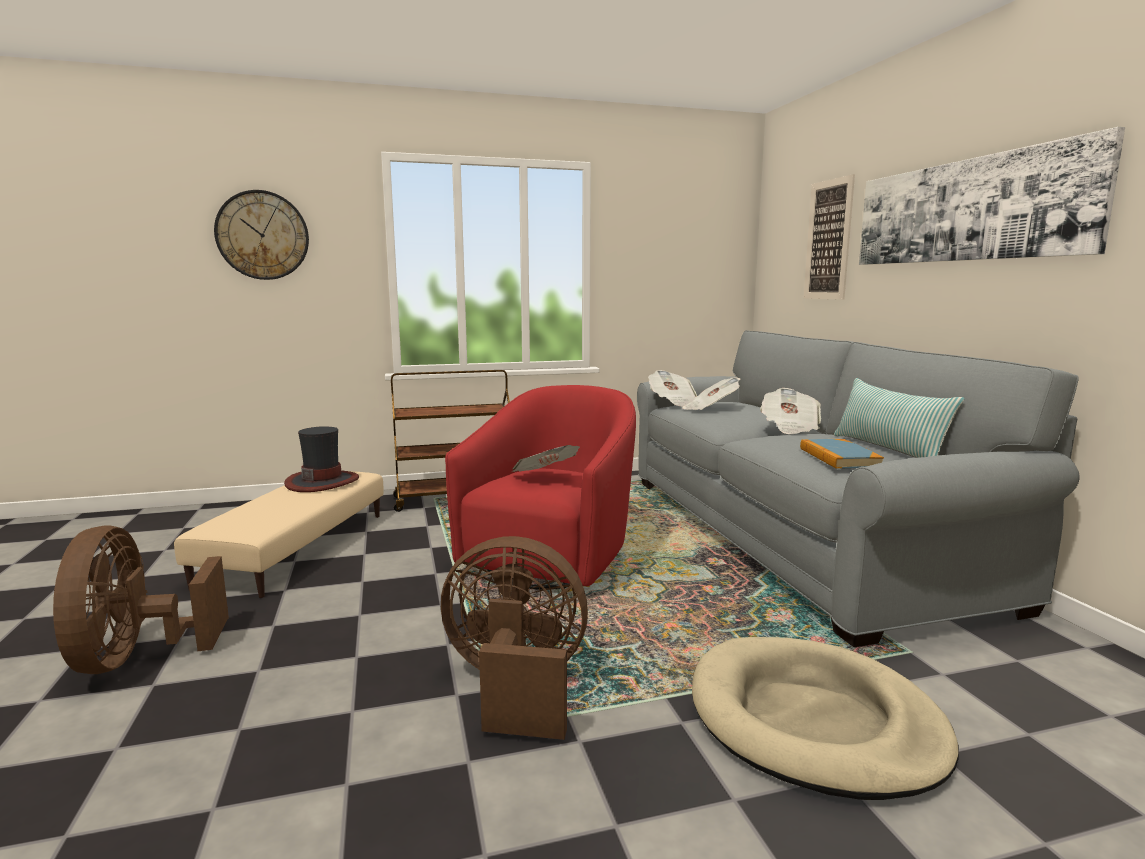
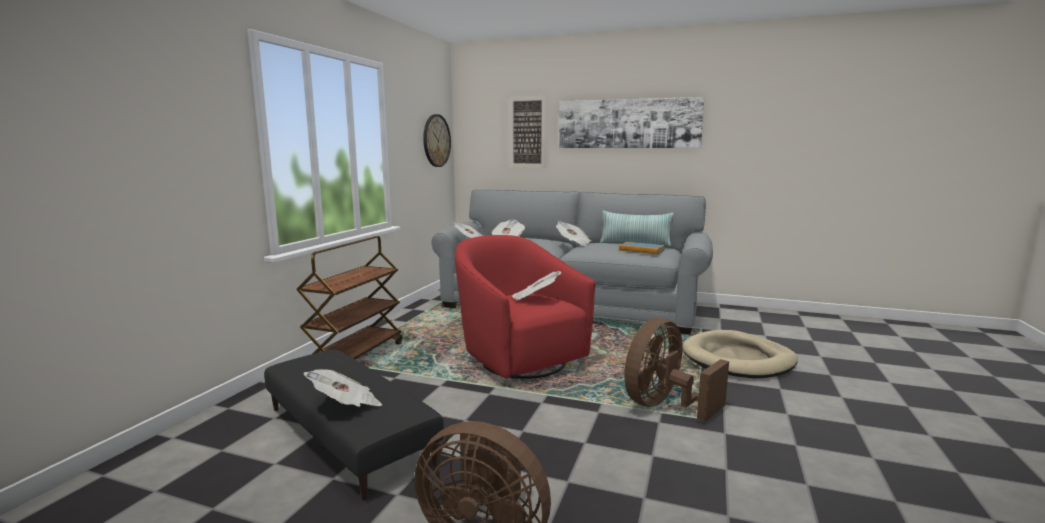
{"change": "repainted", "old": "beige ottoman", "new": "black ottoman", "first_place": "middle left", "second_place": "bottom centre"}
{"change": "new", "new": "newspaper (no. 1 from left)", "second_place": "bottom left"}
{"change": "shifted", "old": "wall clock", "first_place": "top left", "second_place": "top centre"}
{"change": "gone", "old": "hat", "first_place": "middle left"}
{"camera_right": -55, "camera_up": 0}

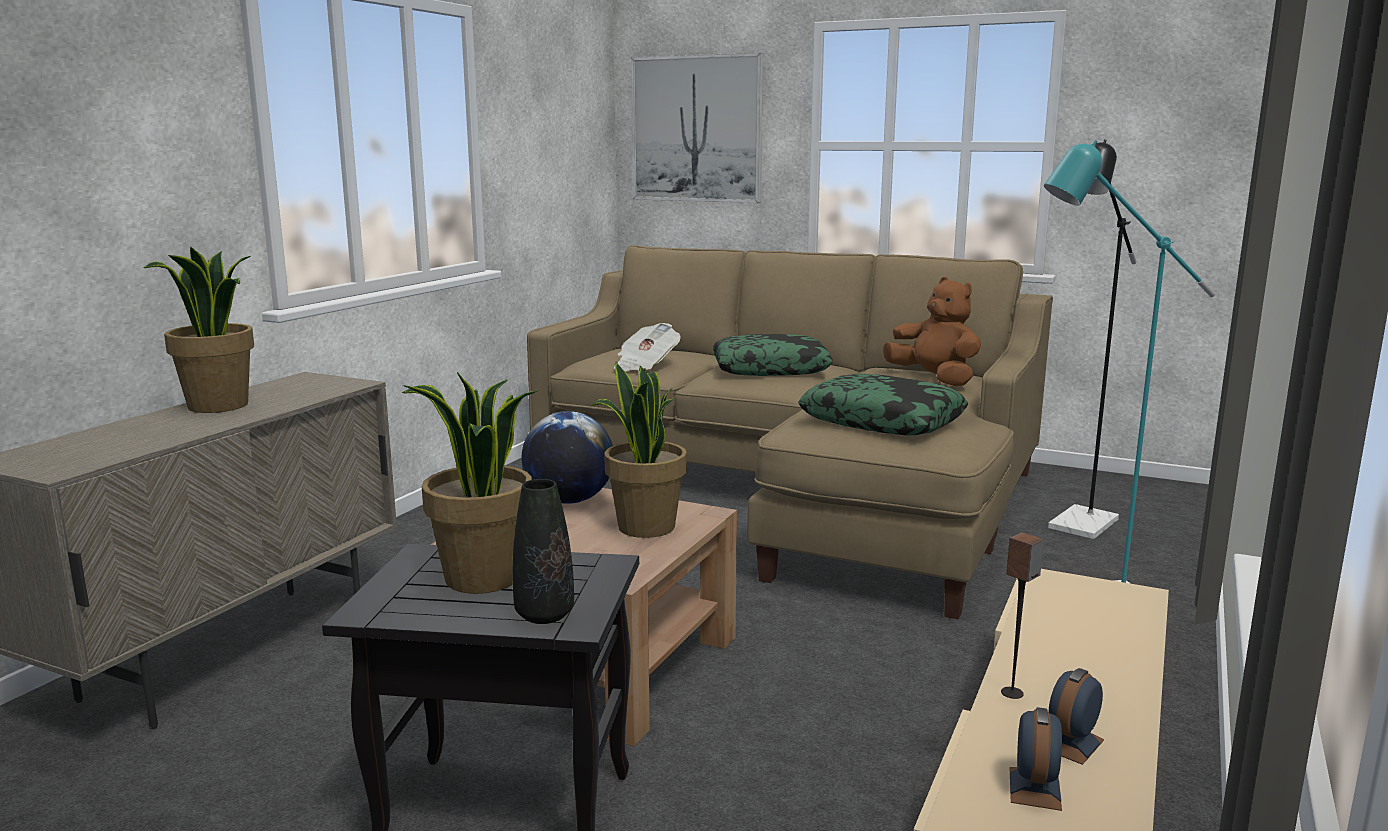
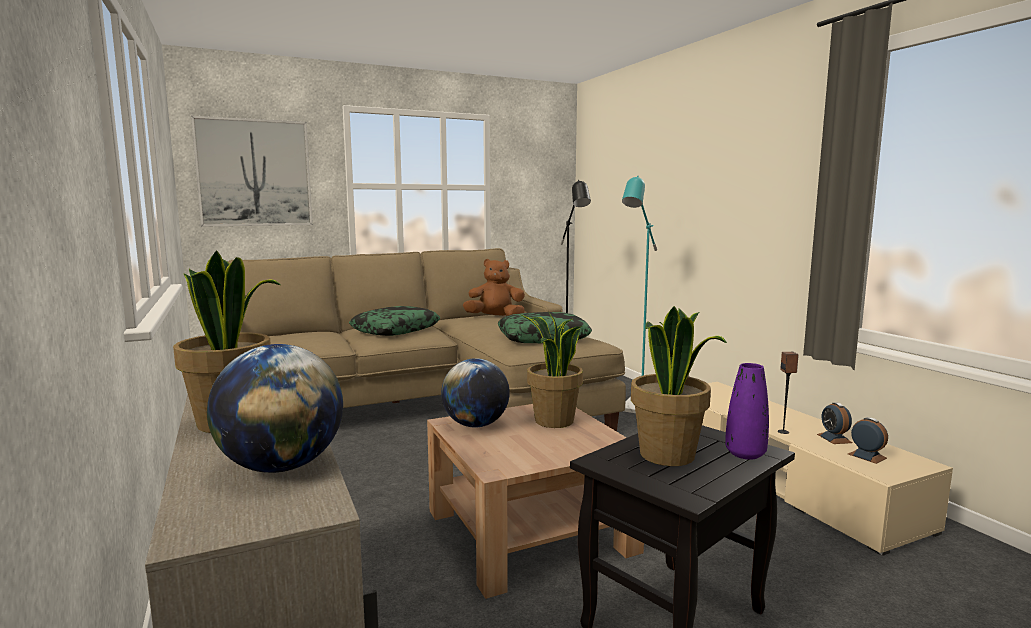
{"change": "new", "new": "globe (no. 1 from left)", "second_place": "middle left"}
{"change": "repainted", "old": "black vase", "new": "purple vase", "first_place": "centre", "second_place": "middle right"}
{"change": "gone", "old": "newspaper", "first_place": "centre"}
{"camera_right": -50, "camera_up": -5}

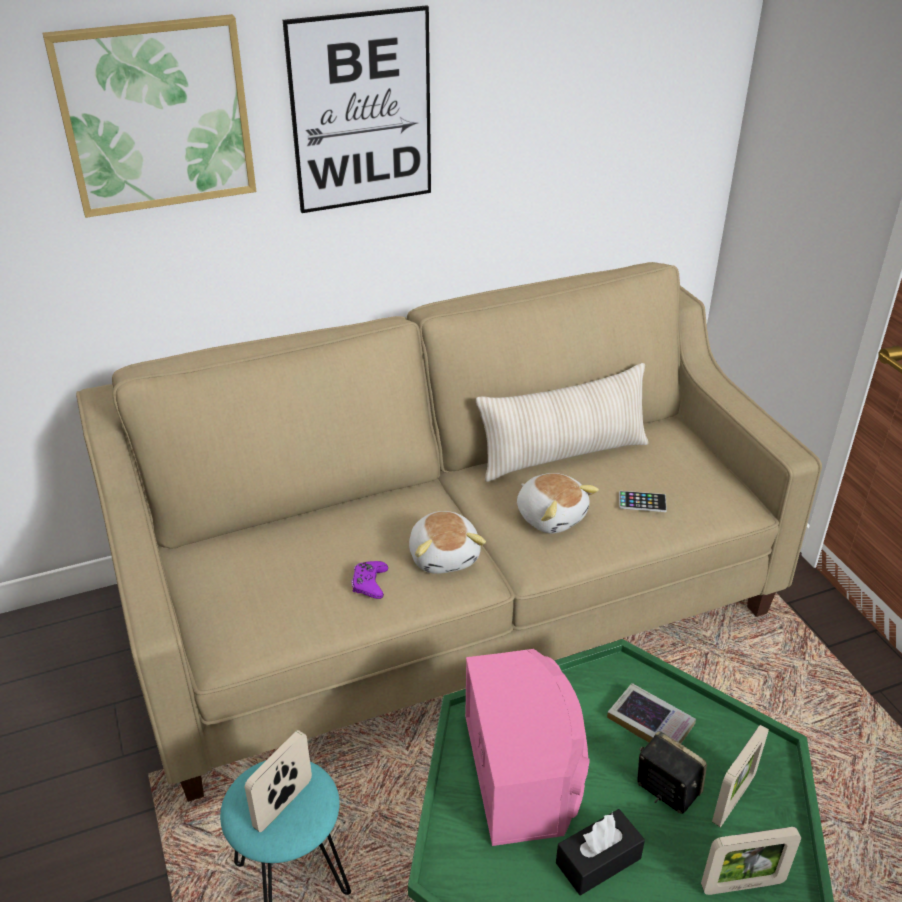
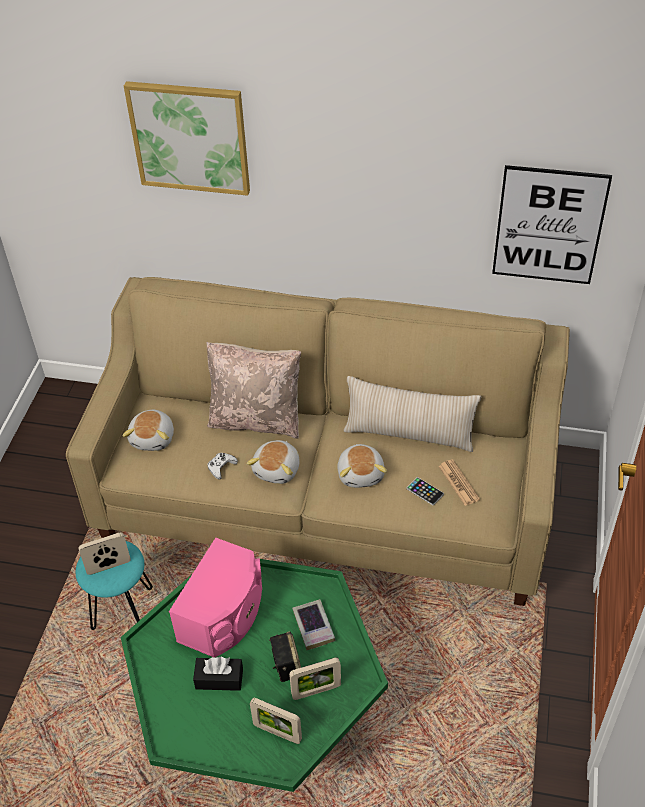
{"change": "new", "new": "plush toy (no. 1 from left)", "second_place": "middle left"}
{"change": "new", "new": "beige pillow (no. 1 from left)", "second_place": "centre"}
{"change": "repainted", "old": "purple game controller", "new": "white game controller", "first_place": "centre", "second_place": "centre"}
{"change": "new", "new": "newspaper", "second_place": "middle right"}
{"change": "shifted", "old": "picture (no. 2 from left)", "first_place": "top centre", "second_place": "top right"}
{"camera_right": 35, "camera_up": 10}

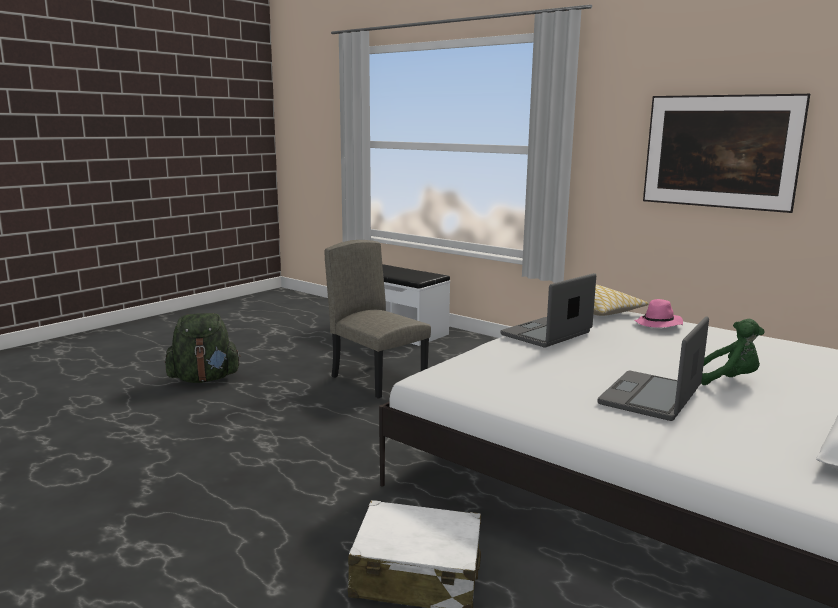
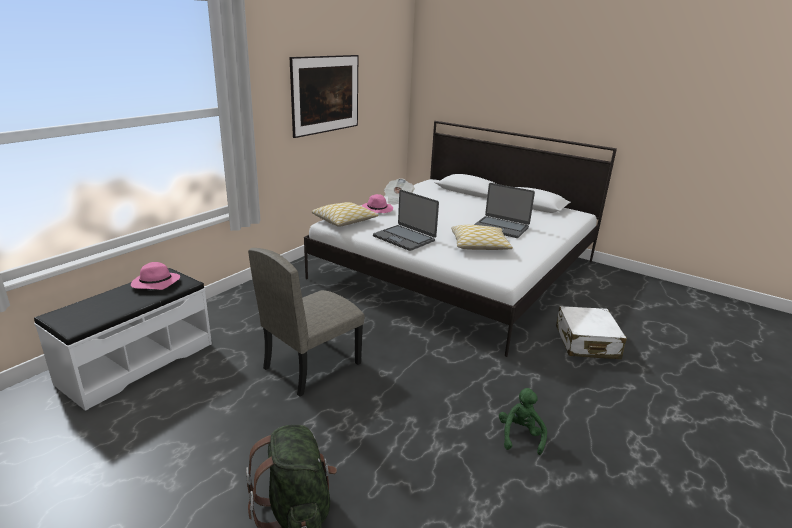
{"change": "new", "new": "pink hat (no. 1 from left)", "second_place": "middle left"}
{"change": "new", "new": "newspaper", "second_place": "centre"}
{"change": "new", "new": "pillow (no. 2 from left)", "second_place": "centre"}
{"change": "shifted", "old": "green plush toy", "first_place": "middle right", "second_place": "bottom centre"}
{"camera_right": -95, "camera_up": 10}

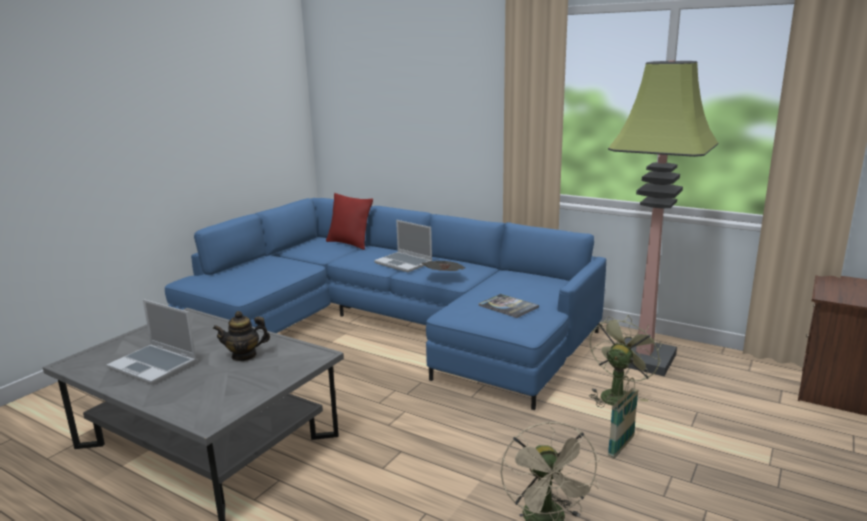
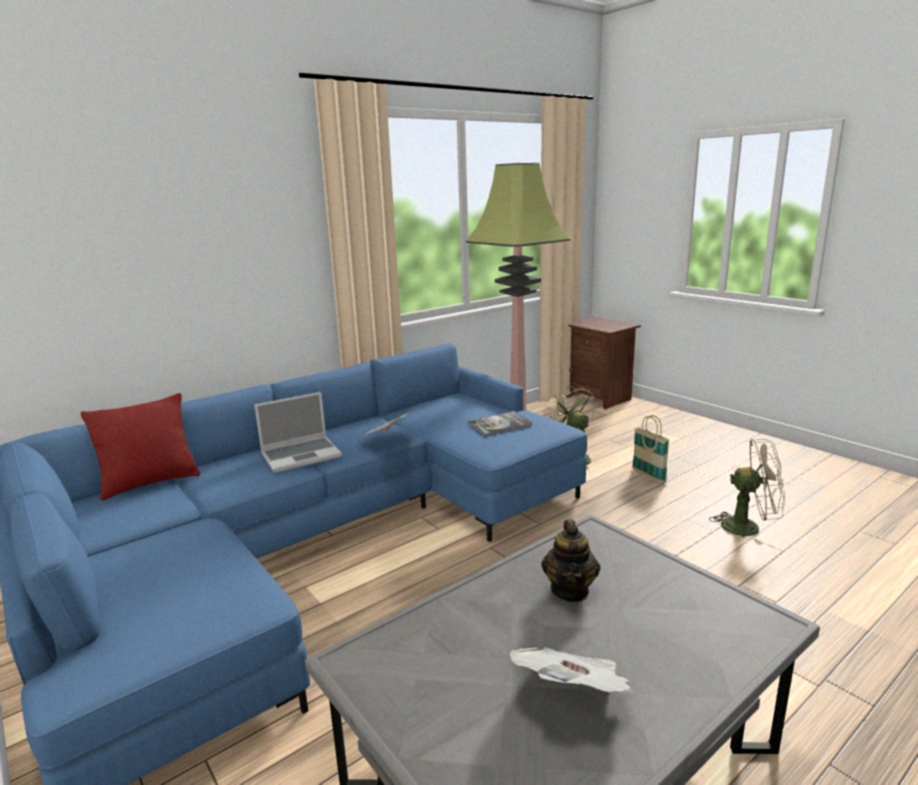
{"change": "swapped", "old": "laptop (no. 1 from left)", "new": "newspaper (no. 2 from left)", "first_place": "middle left", "second_place": "bottom centre"}
{"camera_right": -70, "camera_up": 0}

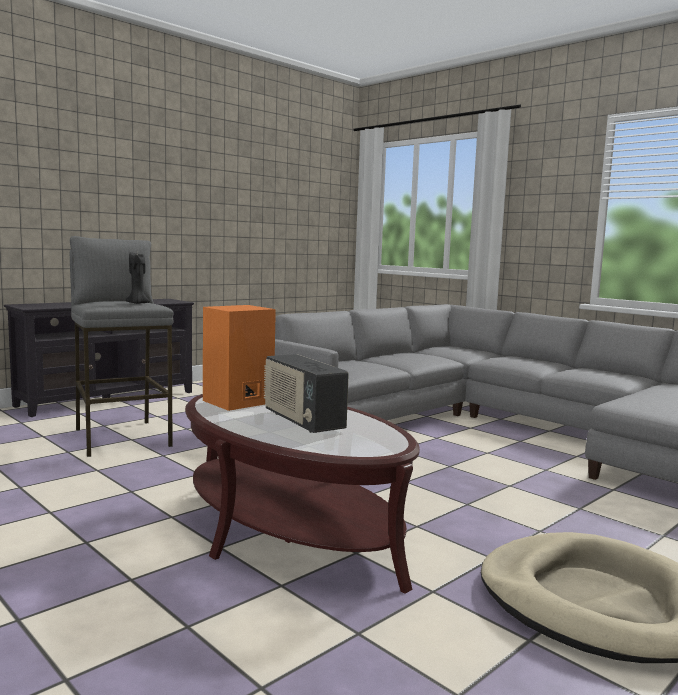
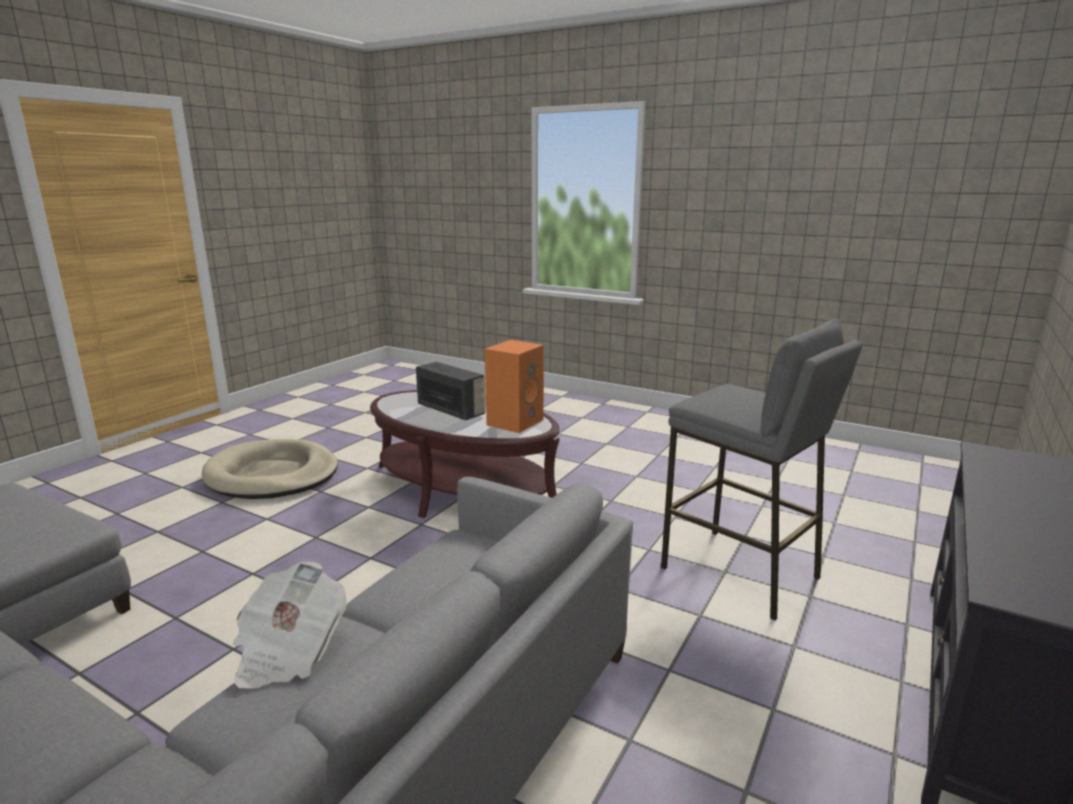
{"change": "new", "new": "newspaper", "second_place": "bottom left"}
{"change": "gone", "old": "black candle", "first_place": "middle left"}
{"camera_right": 165, "camera_up": 10}

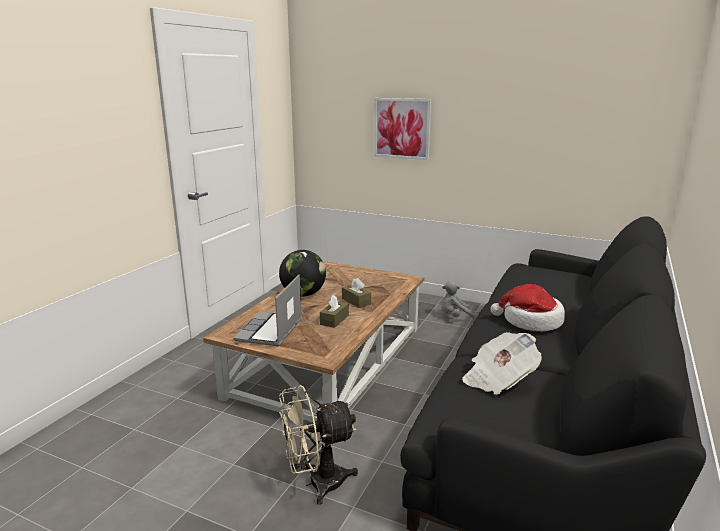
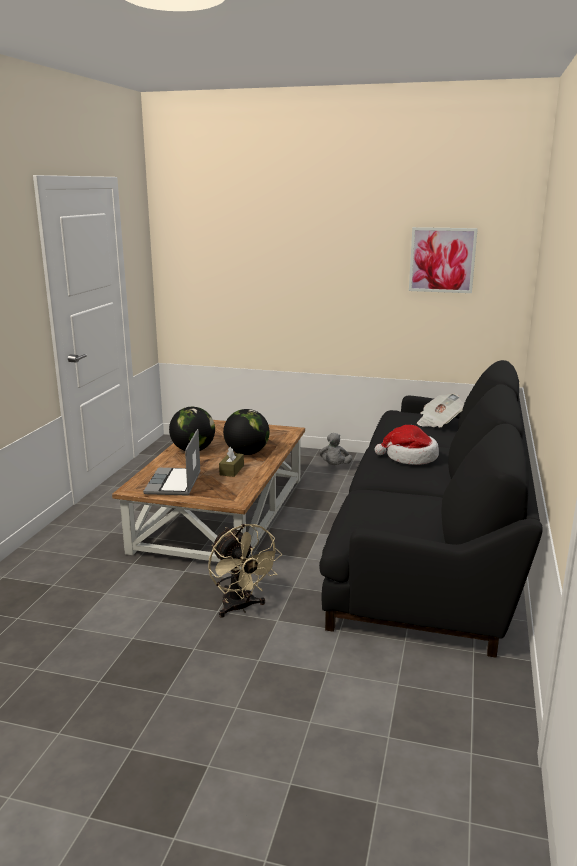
{"change": "rotated", "old": "beige fan", "first_place": "bottom centre", "second_place": "centre", "degrees": -90}
{"change": "swapped", "old": "brown tissue box (no. 2 from left)", "new": "globe (no. 2 from left)", "first_place": "centre", "second_place": "centre"}
{"change": "rotated", "old": "grey plush toy", "first_place": "centre", "second_place": "centre", "degrees": -60}
{"change": "shifted", "old": "picture", "first_place": "top centre", "second_place": "top right"}
{"change": "shifted", "old": "newspaper", "first_place": "bottom right", "second_place": "middle right"}
{"camera_right": -10, "camera_up": 0}

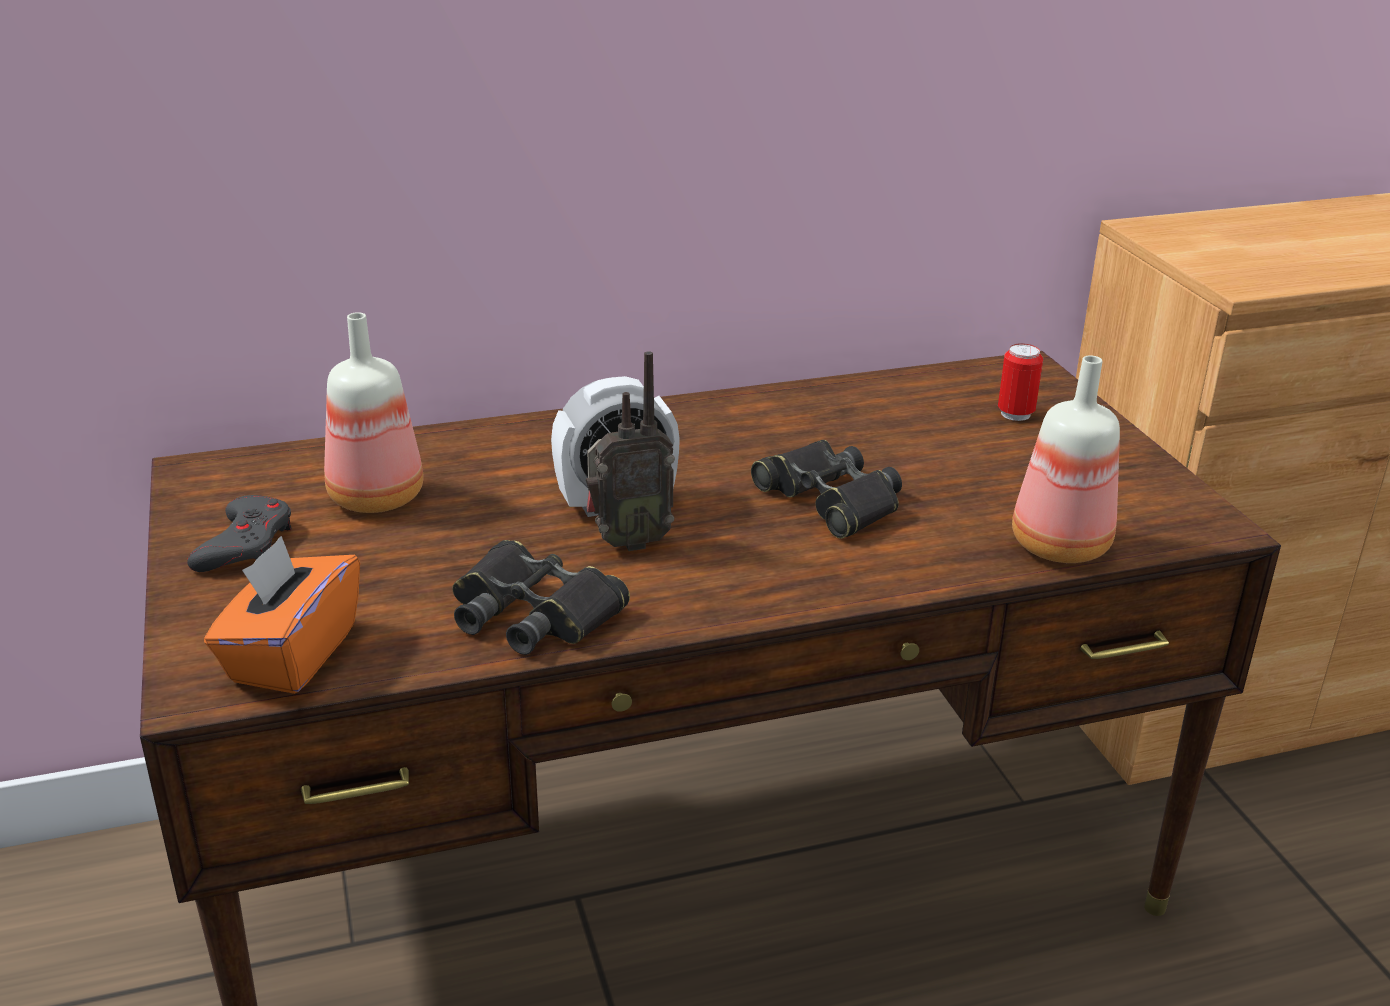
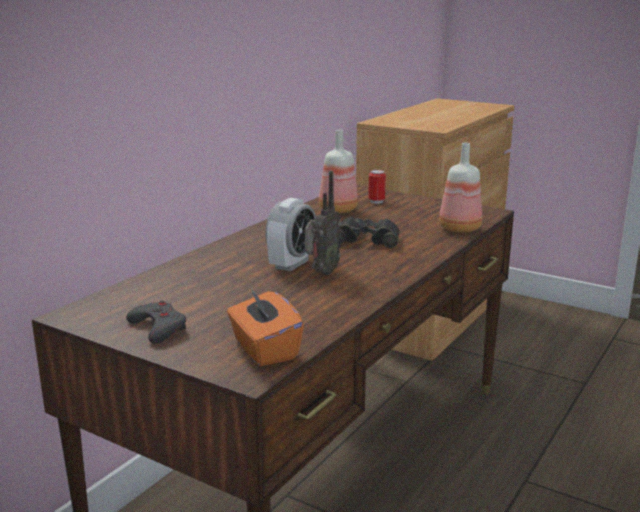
{"change": "shifted", "old": "bottle (no. 1 from left)", "first_place": "middle left", "second_place": "centre"}
{"change": "gone", "old": "black binoculars (no. 1 from left)", "first_place": "centre"}
{"camera_right": -40, "camera_up": -10}

